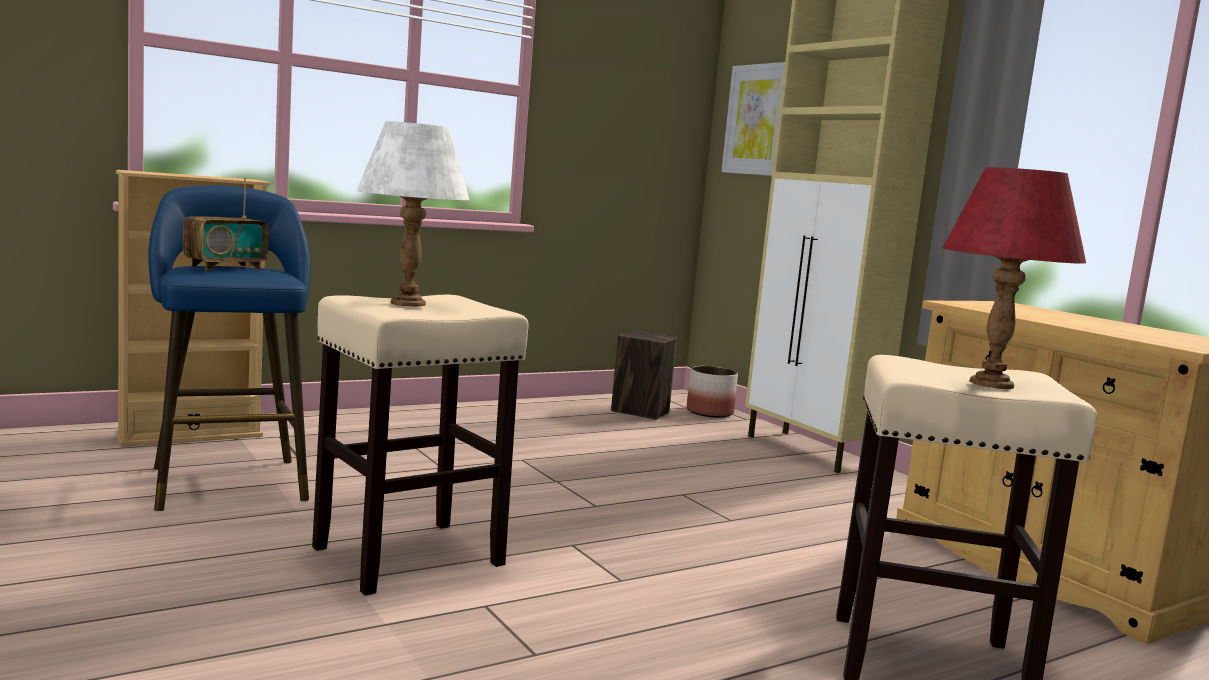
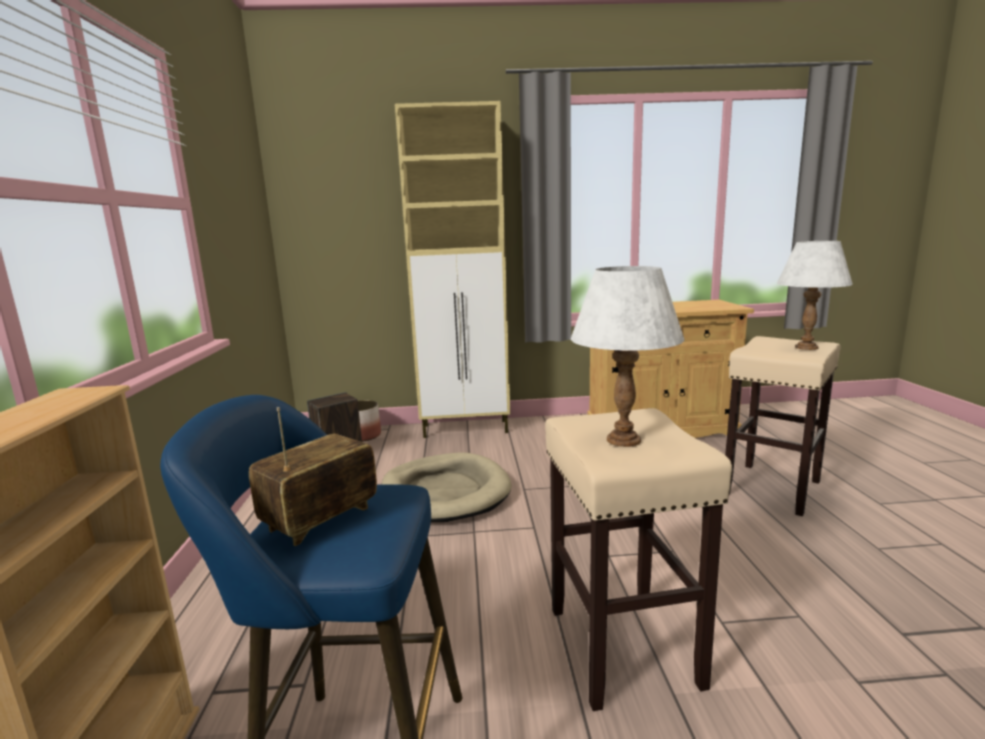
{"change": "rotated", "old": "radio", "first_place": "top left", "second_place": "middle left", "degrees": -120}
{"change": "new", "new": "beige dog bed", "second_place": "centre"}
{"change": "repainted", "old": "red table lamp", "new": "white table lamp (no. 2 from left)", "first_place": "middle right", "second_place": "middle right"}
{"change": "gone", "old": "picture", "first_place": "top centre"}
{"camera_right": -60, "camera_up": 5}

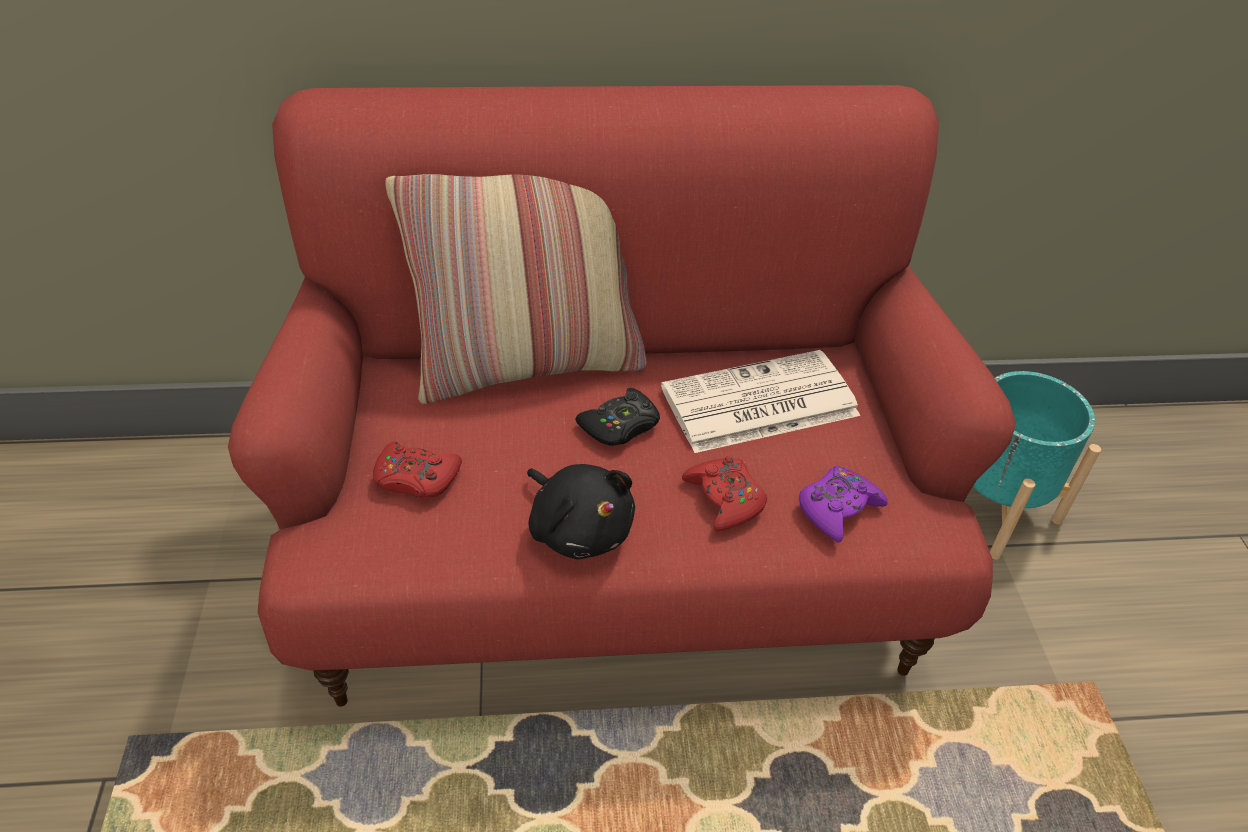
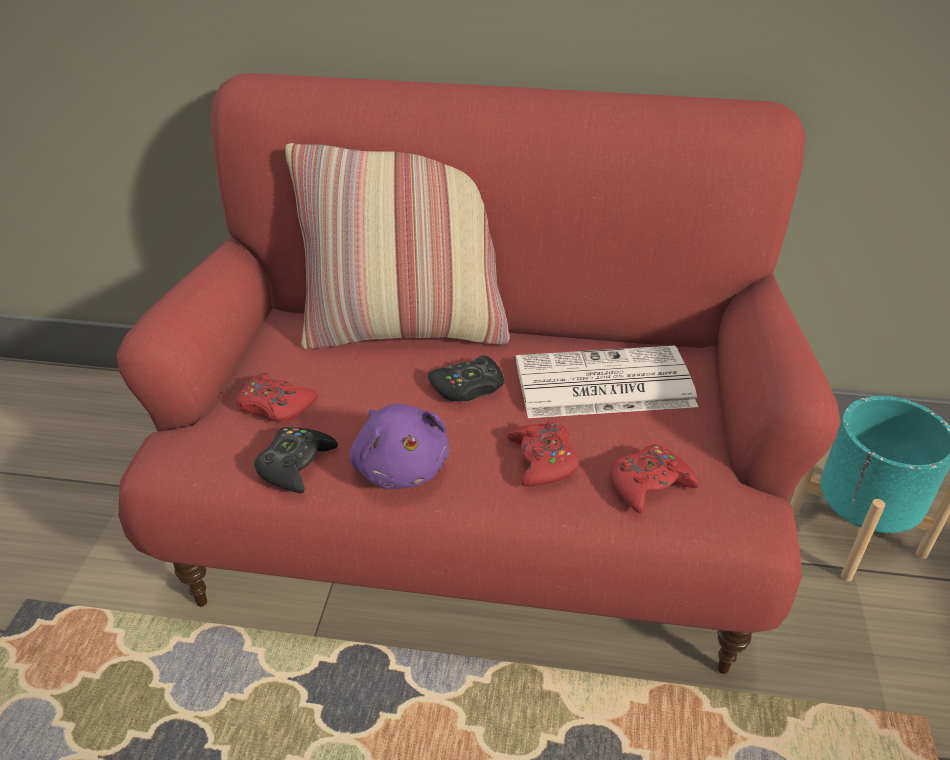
{"change": "new", "new": "black game controller (no. 1 from left)", "second_place": "middle left"}
{"change": "repainted", "old": "black plush toy", "new": "purple plush toy", "first_place": "centre", "second_place": "centre"}
{"change": "repainted", "old": "purple game controller", "new": "red game controller (no. 3 from left)", "first_place": "middle right", "second_place": "middle right"}
{"camera_right": 15, "camera_up": -5}

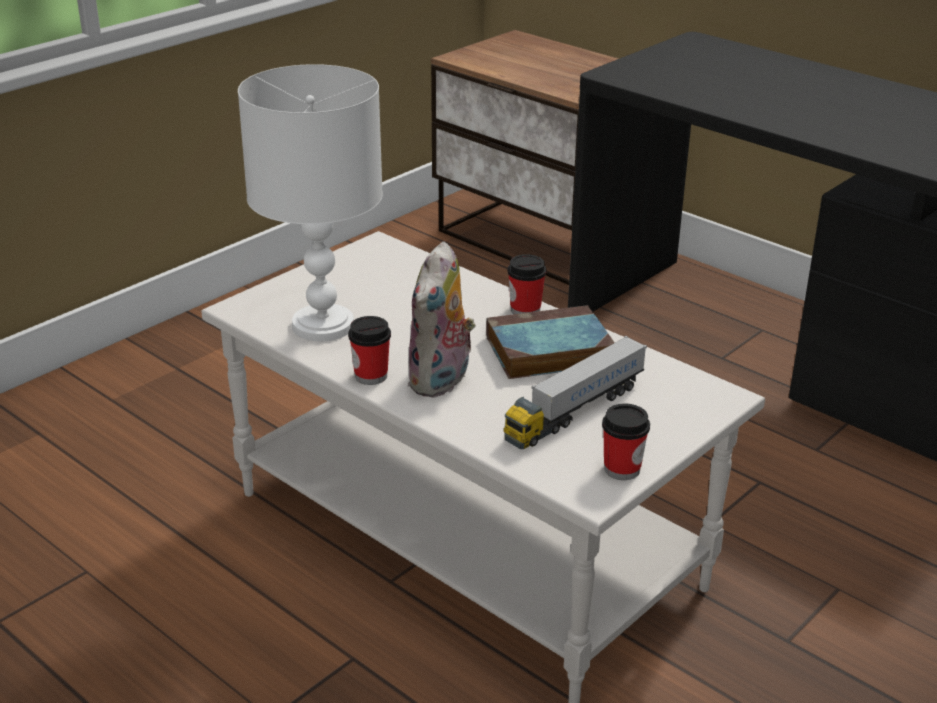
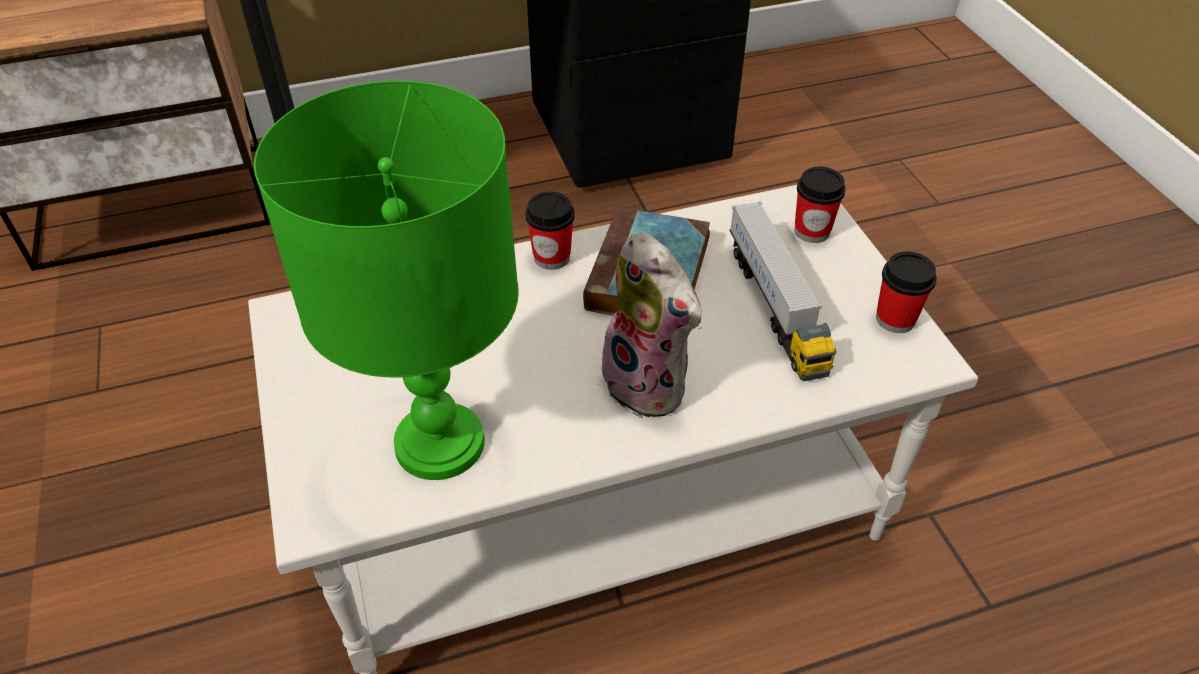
{"change": "repainted", "old": "white table lamp", "new": "green table lamp", "first_place": "top left", "second_place": "middle left"}
{"change": "shifted", "old": "cup (no. 1 from left in the first image)", "new": "cup (no. 2 from left)", "first_place": "centre", "second_place": "top right"}
{"camera_right": -60, "camera_up": 15}

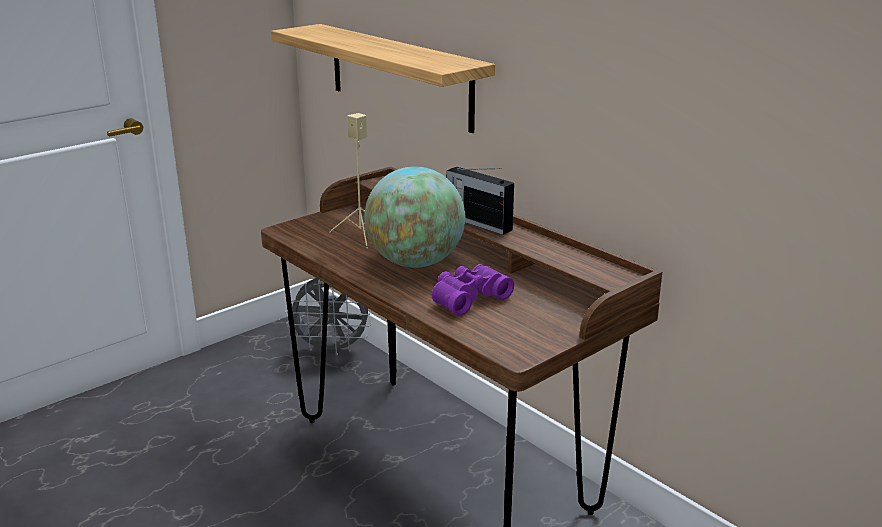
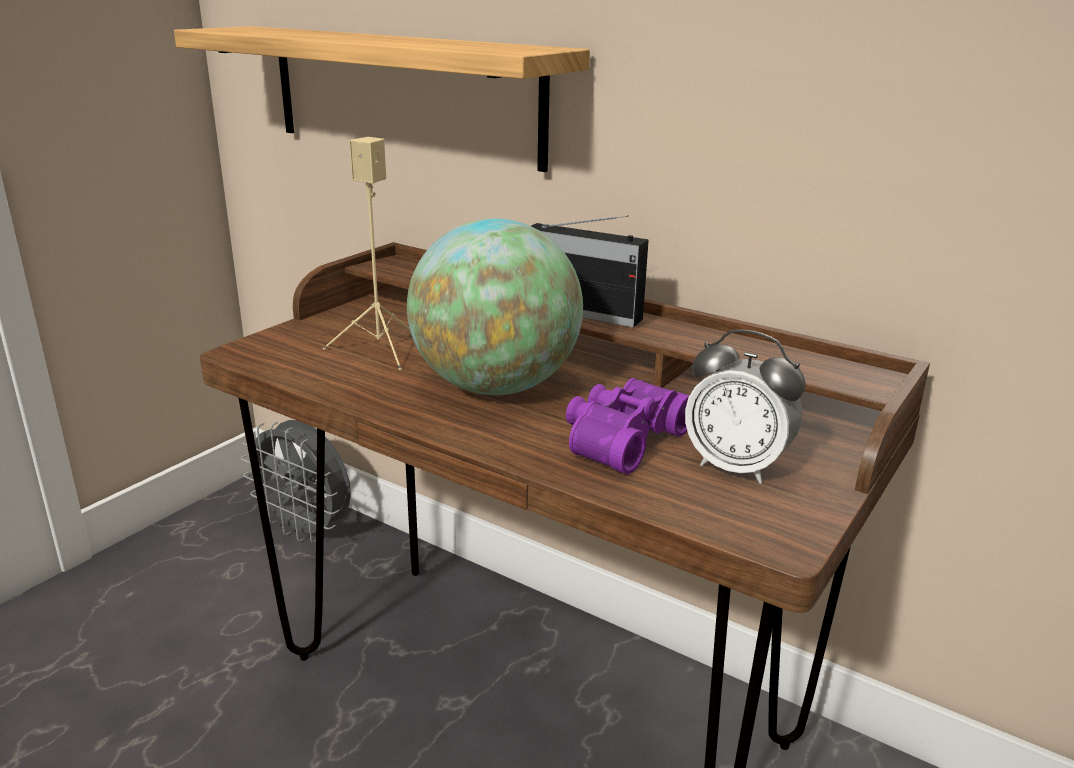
{"change": "rotated", "old": "grey fan", "first_place": "centre", "second_place": "middle left", "degrees": 45}
{"change": "new", "new": "alarm clock", "second_place": "middle right"}
{"camera_right": -15, "camera_up": 0}

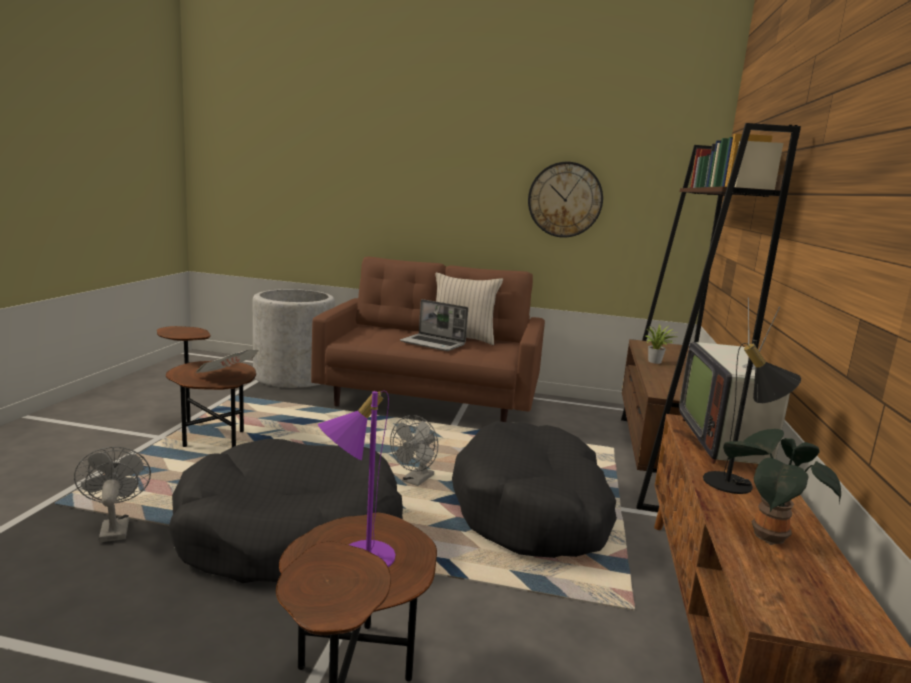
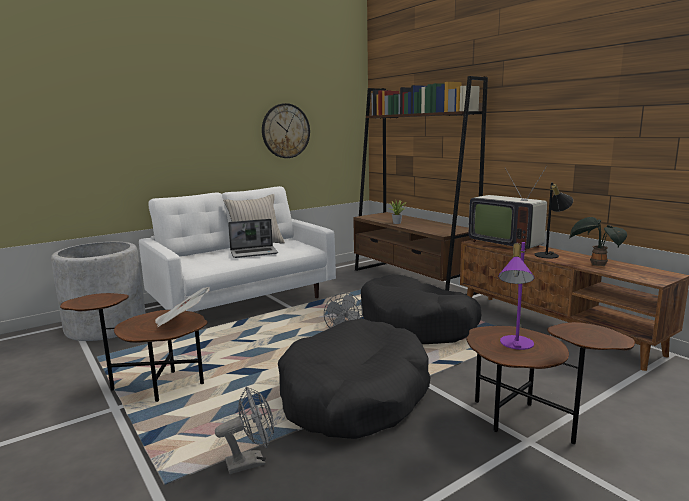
{"change": "repainted", "old": "brown sofa", "new": "white sofa", "first_place": "centre", "second_place": "centre"}
{"change": "rotated", "old": "grey fan (no. 1 from left)", "first_place": "bottom left", "second_place": "bottom centre", "degrees": 135}
{"camera_right": -45, "camera_up": 0}

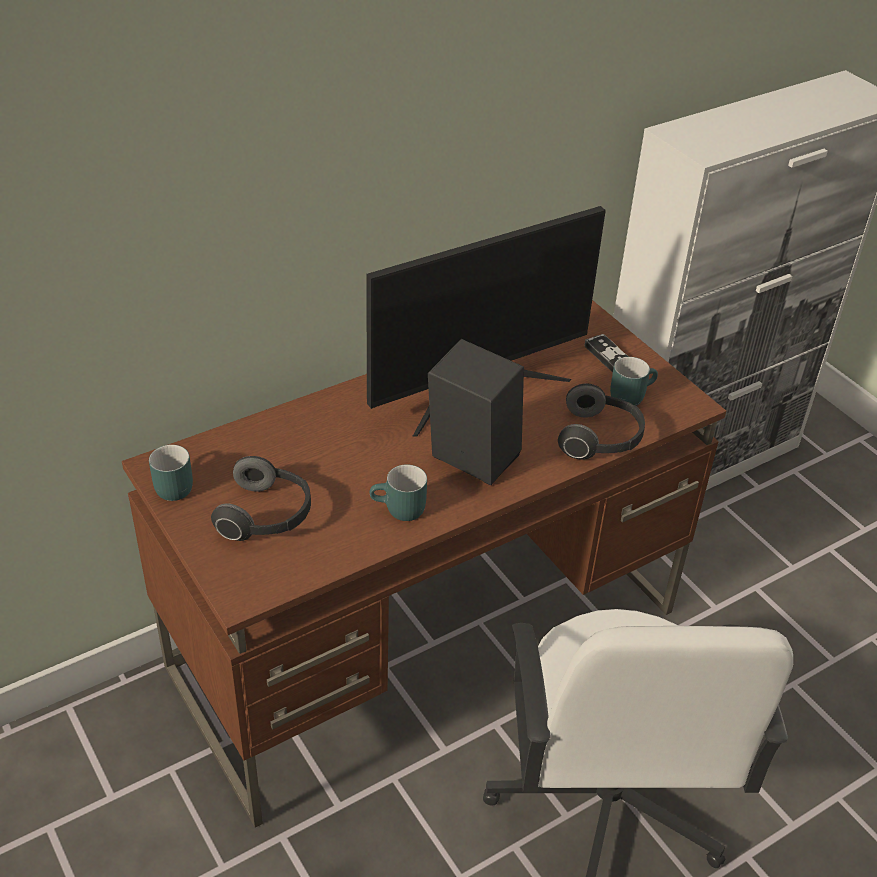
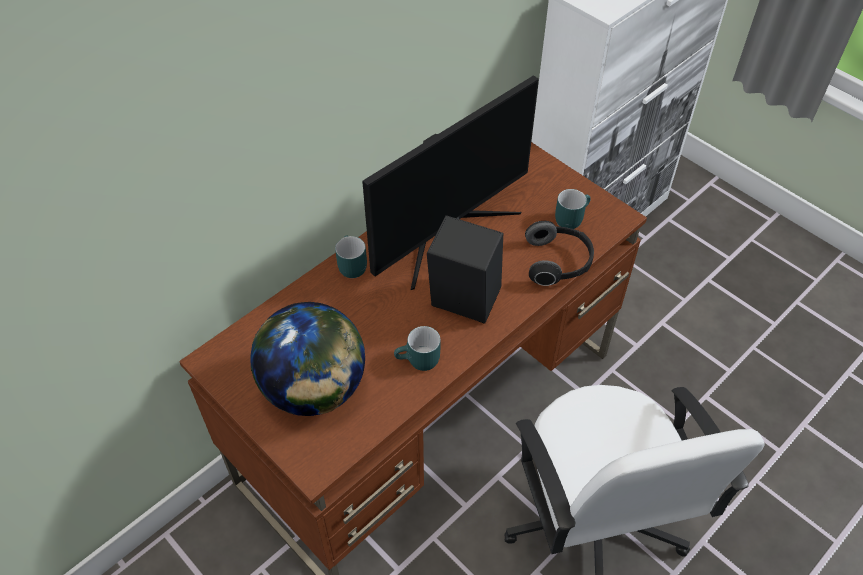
{"change": "swapped", "old": "headphones (no. 1 from left)", "new": "globe", "first_place": "middle left", "second_place": "centre"}
{"change": "shifted", "old": "turquoise mug (no. 1 from left)", "first_place": "middle left", "second_place": "centre"}
{"change": "gone", "old": "game controller", "first_place": "middle right"}
{"camera_right": -10, "camera_up": 10}

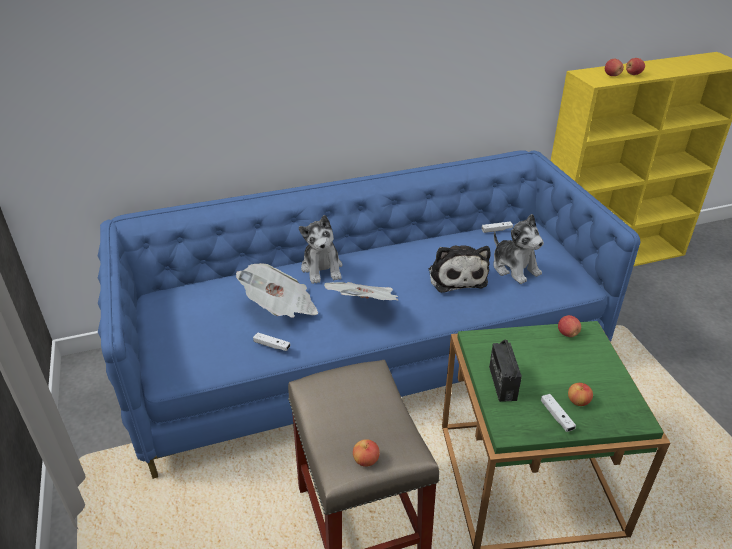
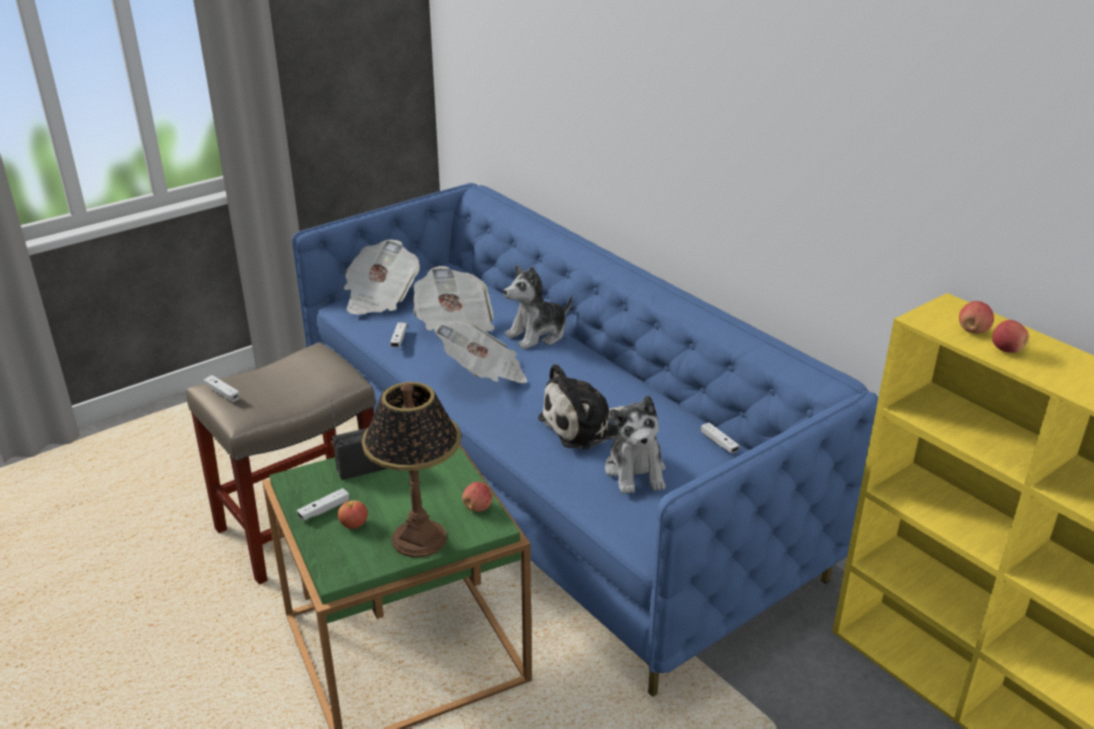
{"change": "swapped", "old": "apple (no. 1 from left)", "new": "white game controller (no. 1 from left)", "first_place": "bottom centre", "second_place": "middle left"}
{"change": "new", "new": "newspaper (no. 1 from left)", "second_place": "centre"}
{"change": "new", "new": "table lamp", "second_place": "centre"}
{"change": "rotated", "old": "plush toy (no. 3 from left)", "first_place": "middle right", "second_place": "centre", "degrees": -45}
{"camera_right": 70, "camera_up": -5}

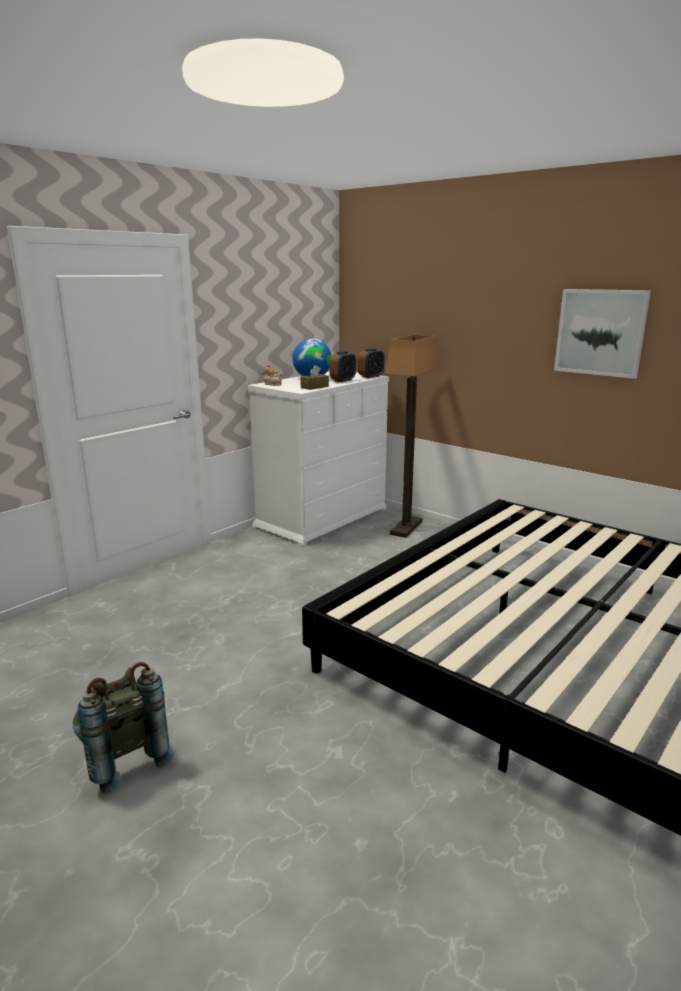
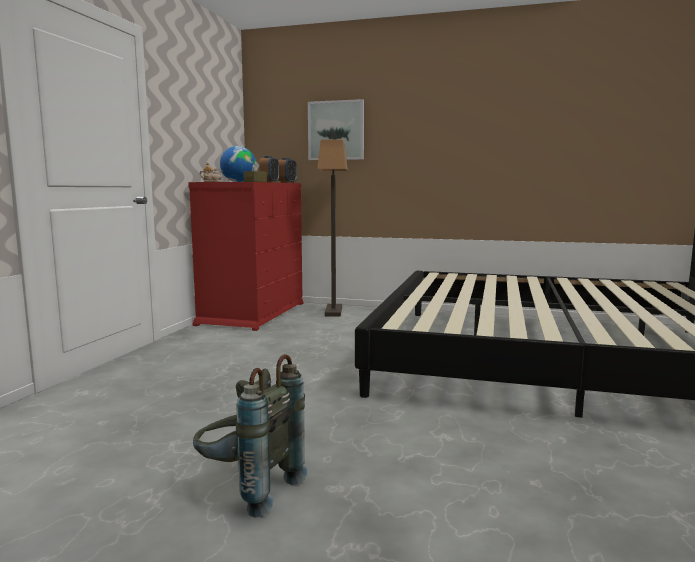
{"change": "repainted", "old": "white dresser", "new": "red dresser", "first_place": "centre", "second_place": "centre"}
{"change": "shifted", "old": "picture", "first_place": "middle right", "second_place": "top centre"}
{"camera_right": -25, "camera_up": -10}

